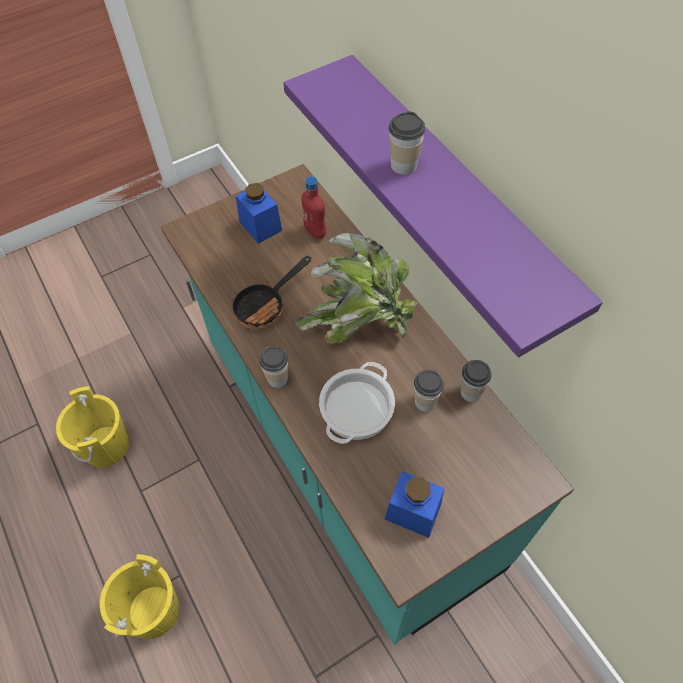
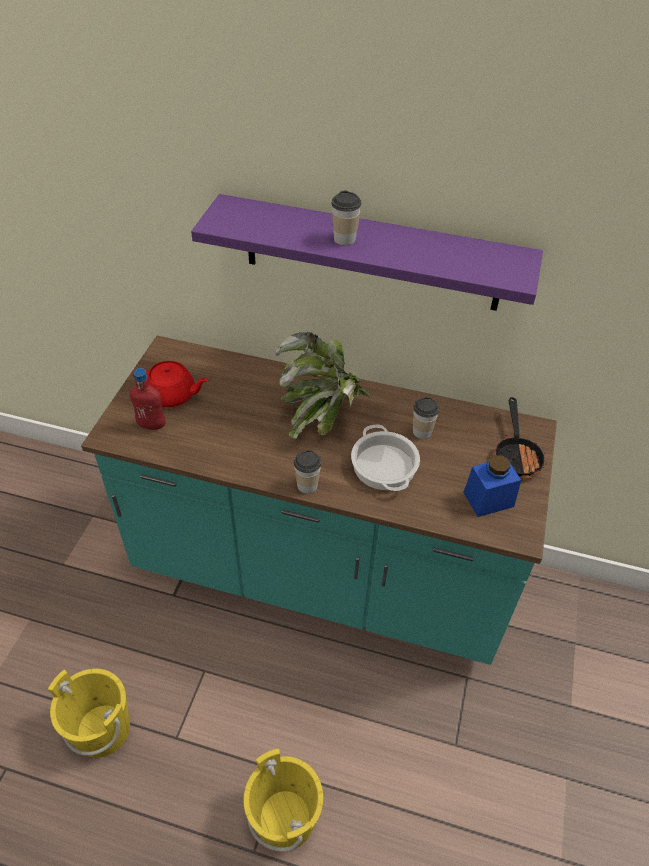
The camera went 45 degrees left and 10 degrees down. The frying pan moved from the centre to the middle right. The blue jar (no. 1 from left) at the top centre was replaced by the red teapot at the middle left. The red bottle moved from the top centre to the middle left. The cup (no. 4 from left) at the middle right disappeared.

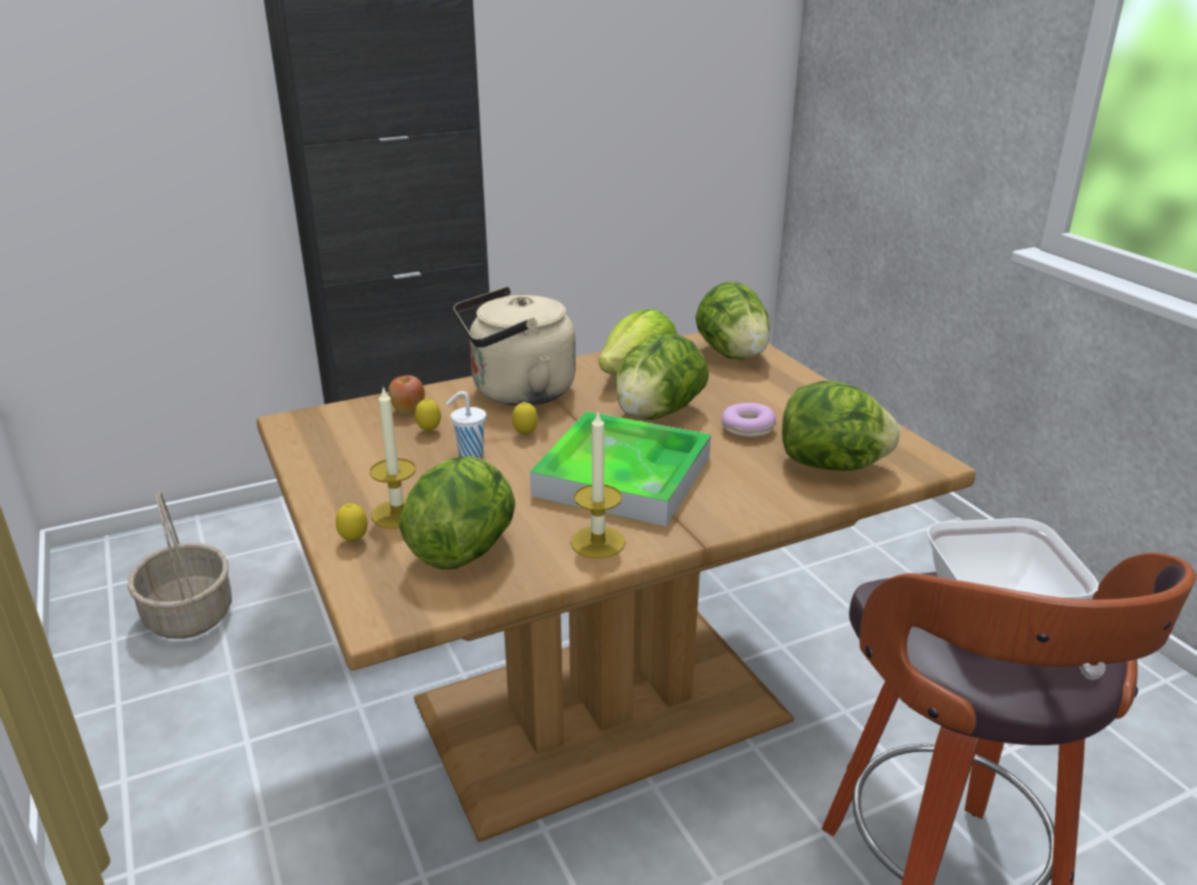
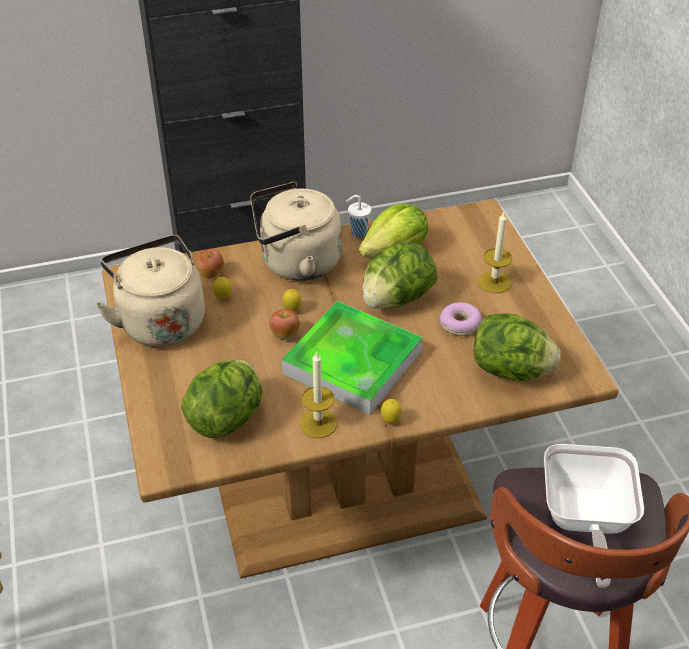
The camera went 10 degrees right and 15 degrees up. The basket at the middle left disappeared. The lemon (no. 1 from left in the first image) moved from the middle left to the centre. The candle (no. 1 from left in the first image) moved from the middle left to the middle right. The white cup moved from the centre to the top centre. The lettuce (no. 4 from left) at the centre disappeared. The beige kettle (no. 1 from left) at the middle left appeared. The apple (no. 2 from left) at the centre appeared.

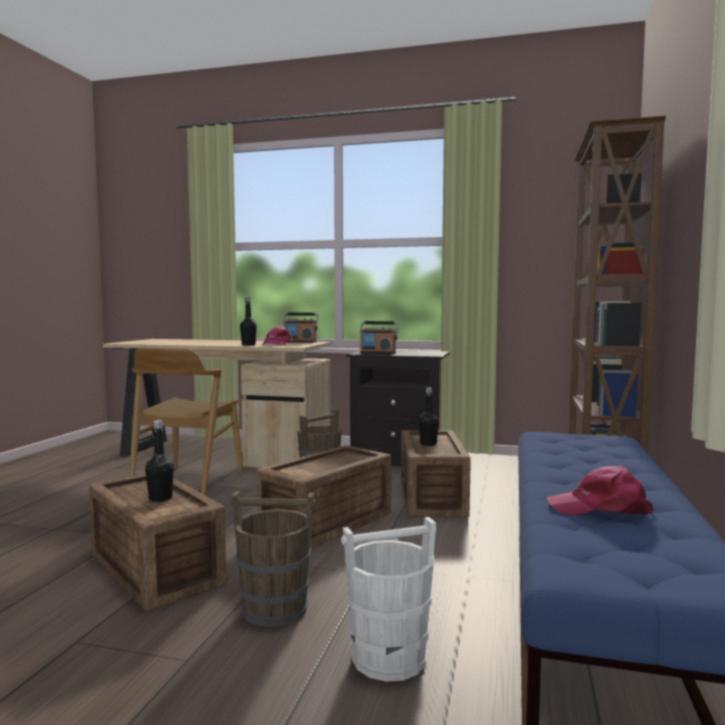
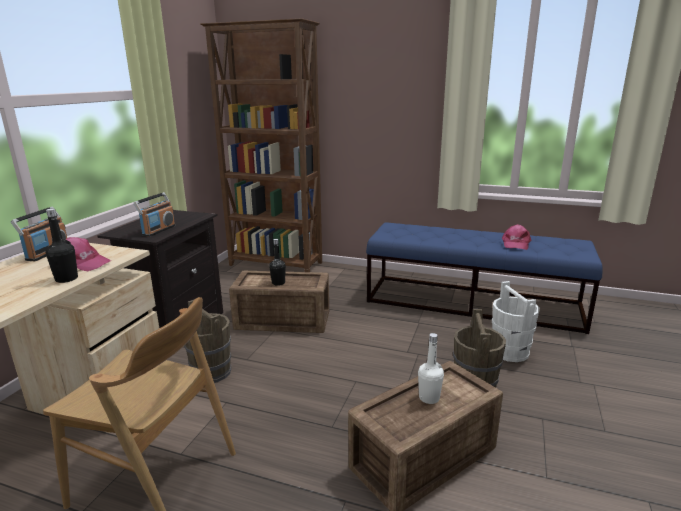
The camera went 85 degrees left and 15 degrees up. The black bottle (no. 1 from left) at the middle left became the white bottle at the bottom centre. The crate (no. 2 from left) at the bottom centre disappeared.

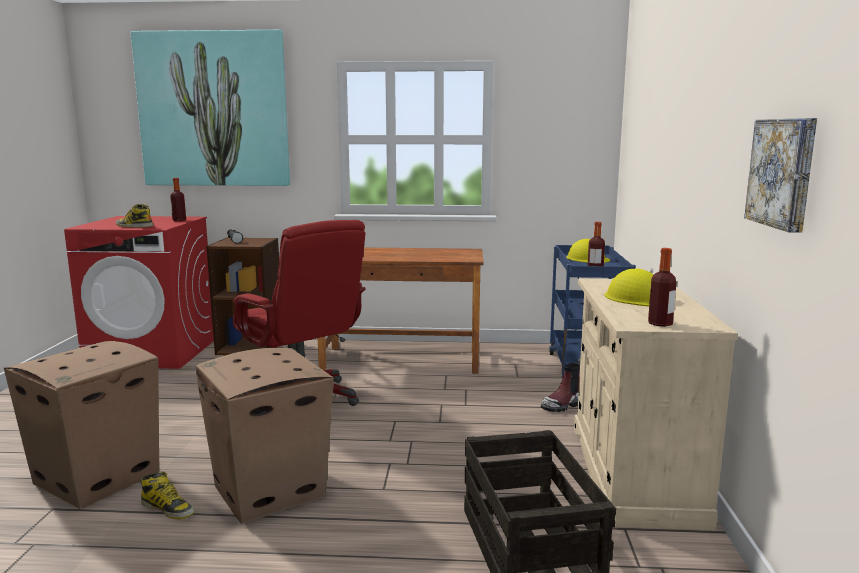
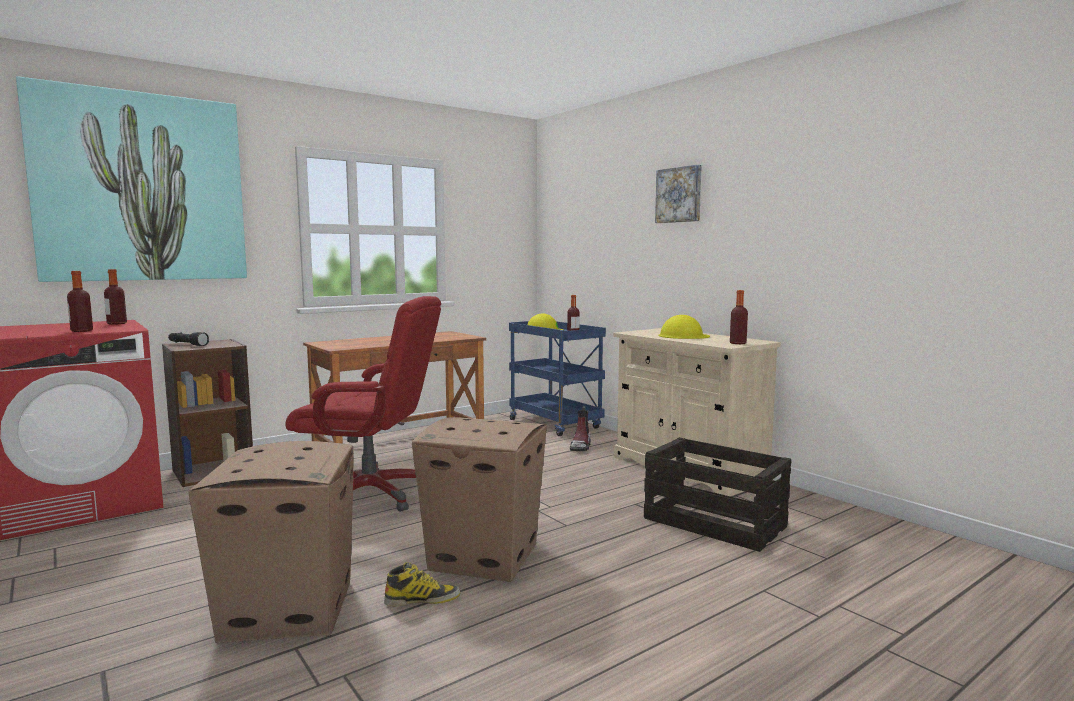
The camera went 40 degrees left and 5 degrees down. The boot (no. 1 from left) at the middle left was replaced by the bottle (no. 1 from left) at the middle left. The picture (no. 2 from left) moved from the top right to the top centre.

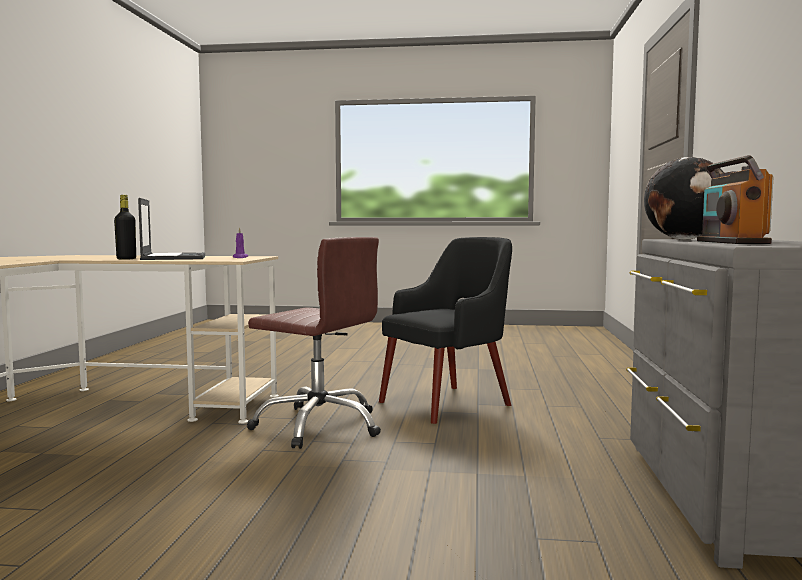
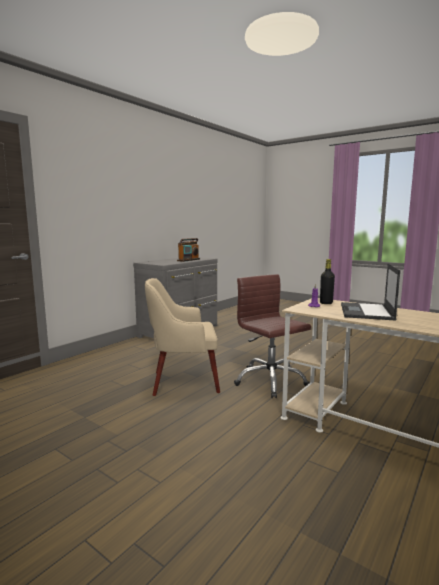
The camera went 150 degrees left and 5 degrees up. The black bottle moved from the middle left to the middle right. The black armchair at the centre became the beige armchair at the centre. The globe at the middle right disappeared.

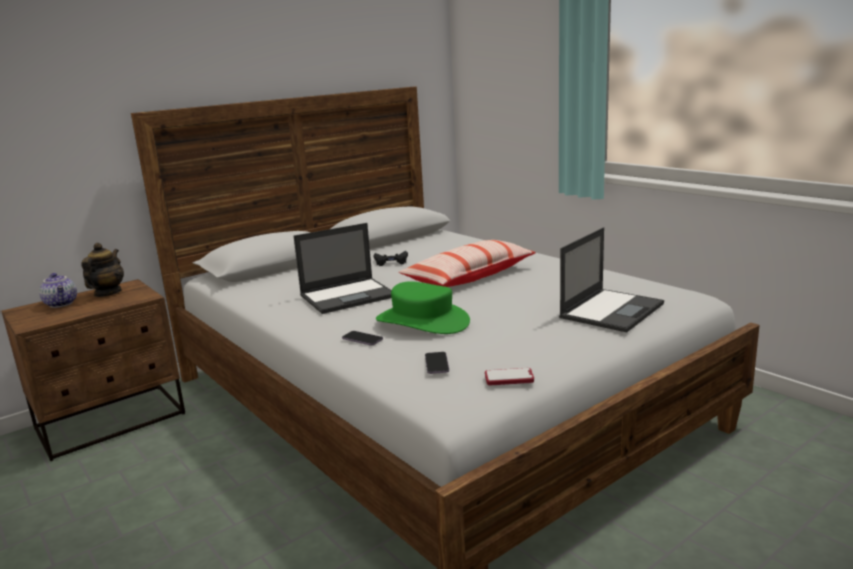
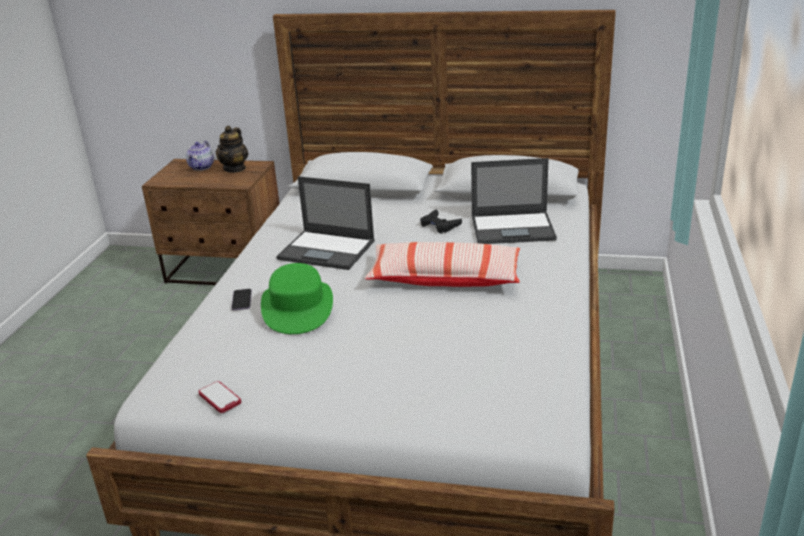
The camera went 50 degrees right and 10 degrees up. The teapot (no. 2 from left) at the middle left turned 135 degrees clockwise. The phone (no. 2 from left) at the centre disappeared. The laptop (no. 2 from left) moved from the middle right to the centre.

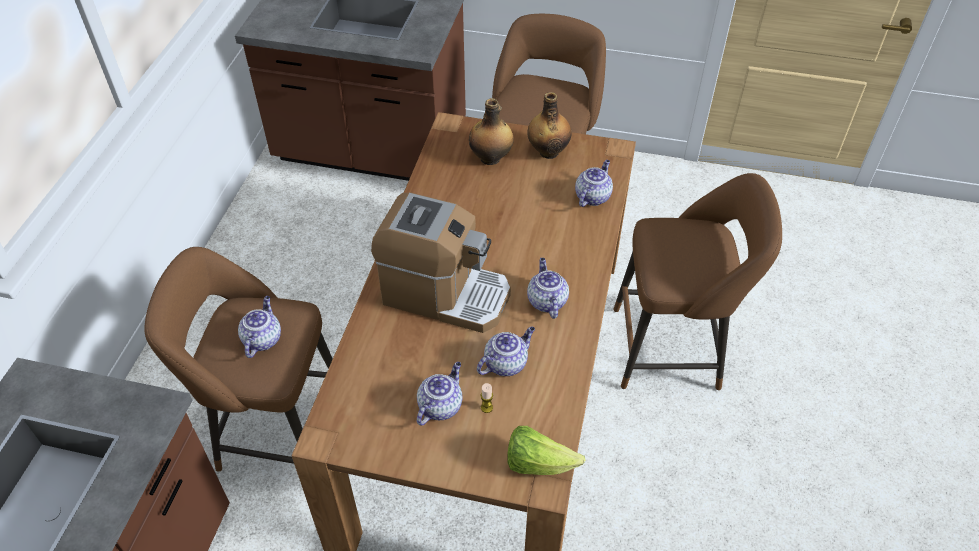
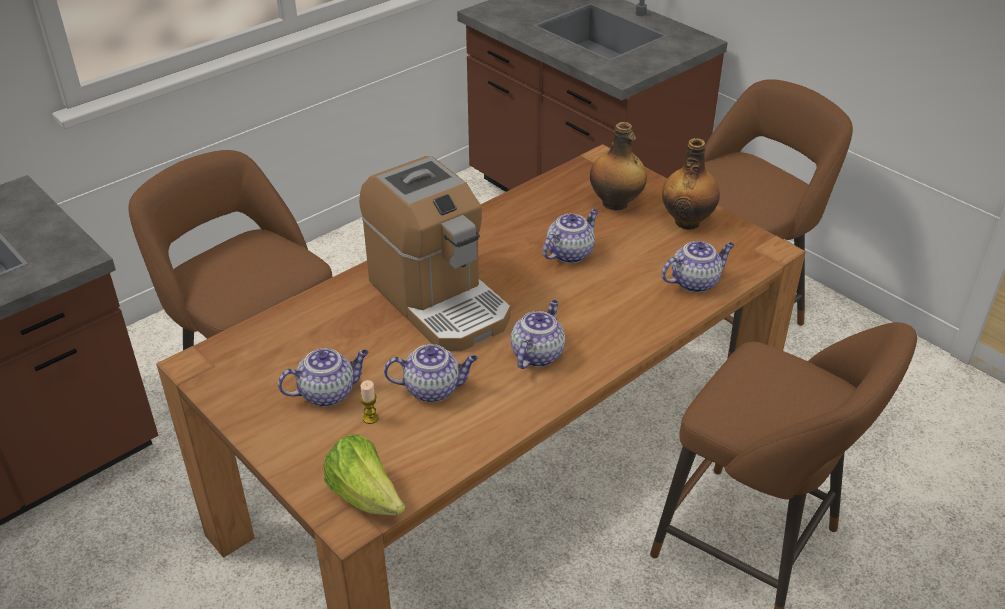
The camera went 35 degrees right and 10 degrees down. The teapot (no. 1 from left in the first image) moved from the middle left to the centre.

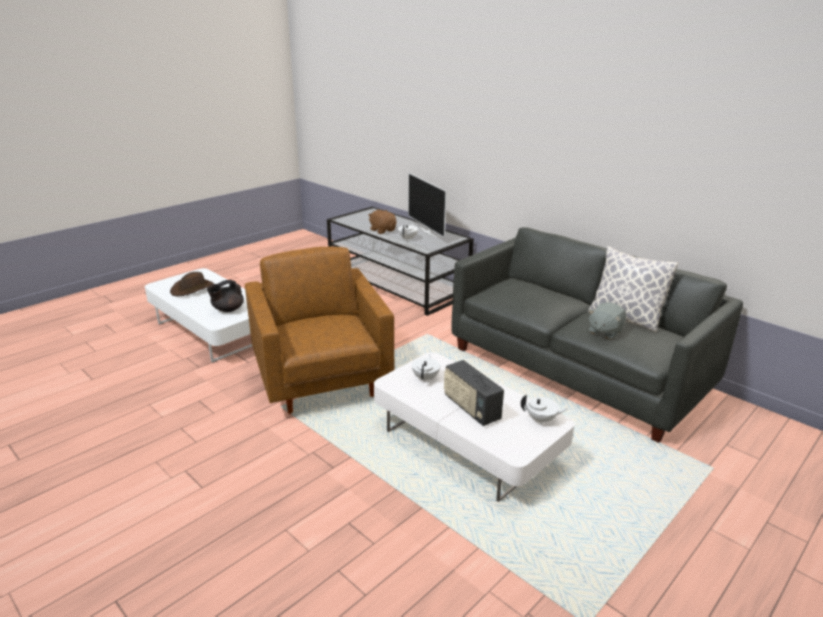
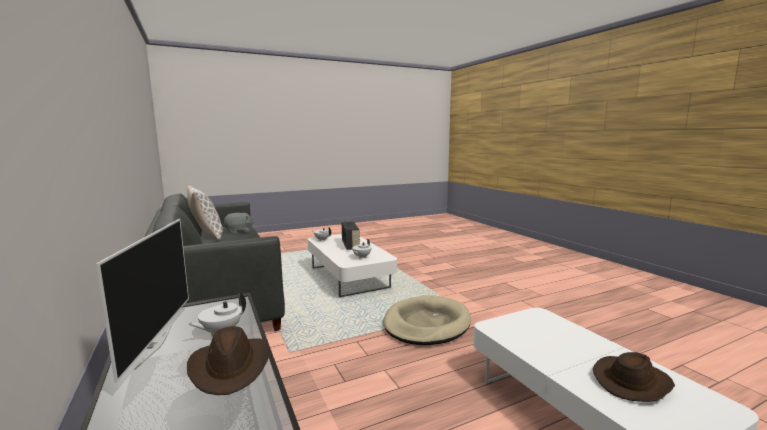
The camera went 160 degrees left and 15 degrees down. The black teapot at the middle left disappeared. The brown armchair at the centre was replaced by the beige dog bed at the bottom centre. The brown plush toy at the centre was replaced by the brown hat (no. 1 from left) at the bottom left.

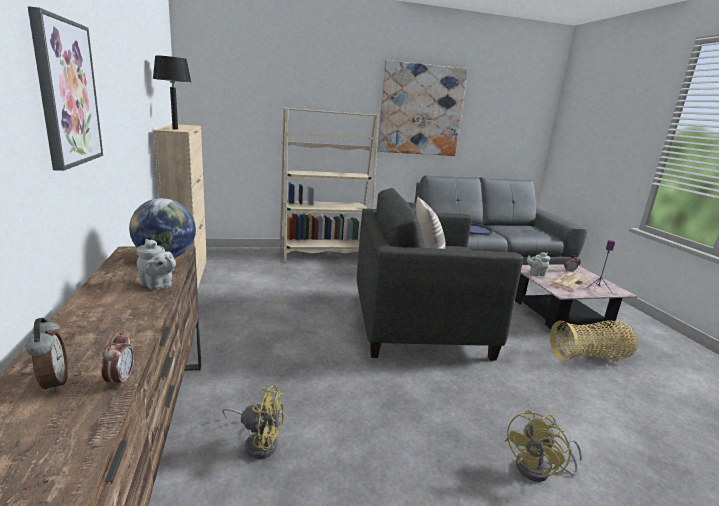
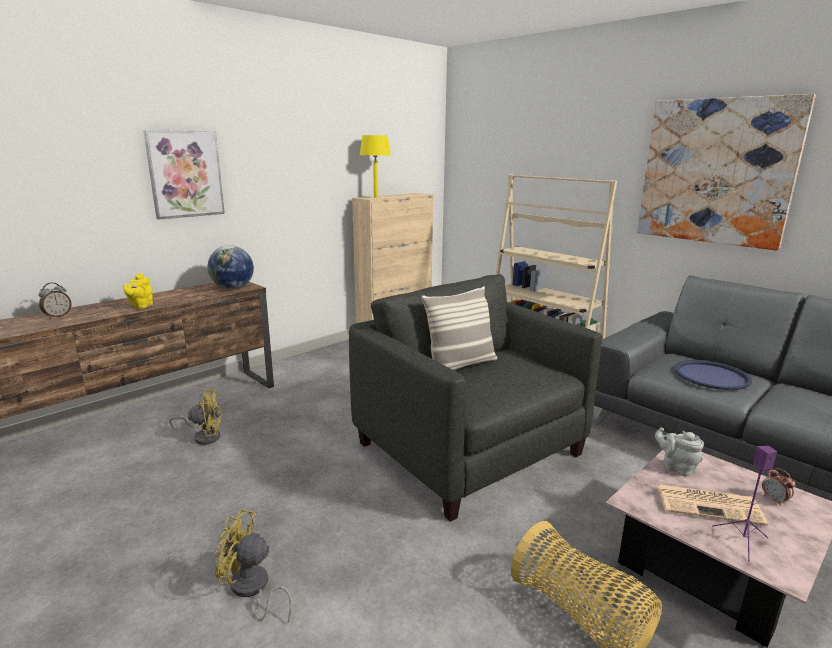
The camera went 60 degrees right and 0 degrees up. The alarm clock (no. 2 from left) at the bottom left disappeared. The grey teapot (no. 1 from left) at the middle left disappeared. The black table lamp at the top left became the yellow table lamp at the top centre. The yellow fan (no. 1 from left) at the bottom centre turned 75 degrees counterclockwise. The yellow teapot at the middle left appeared.

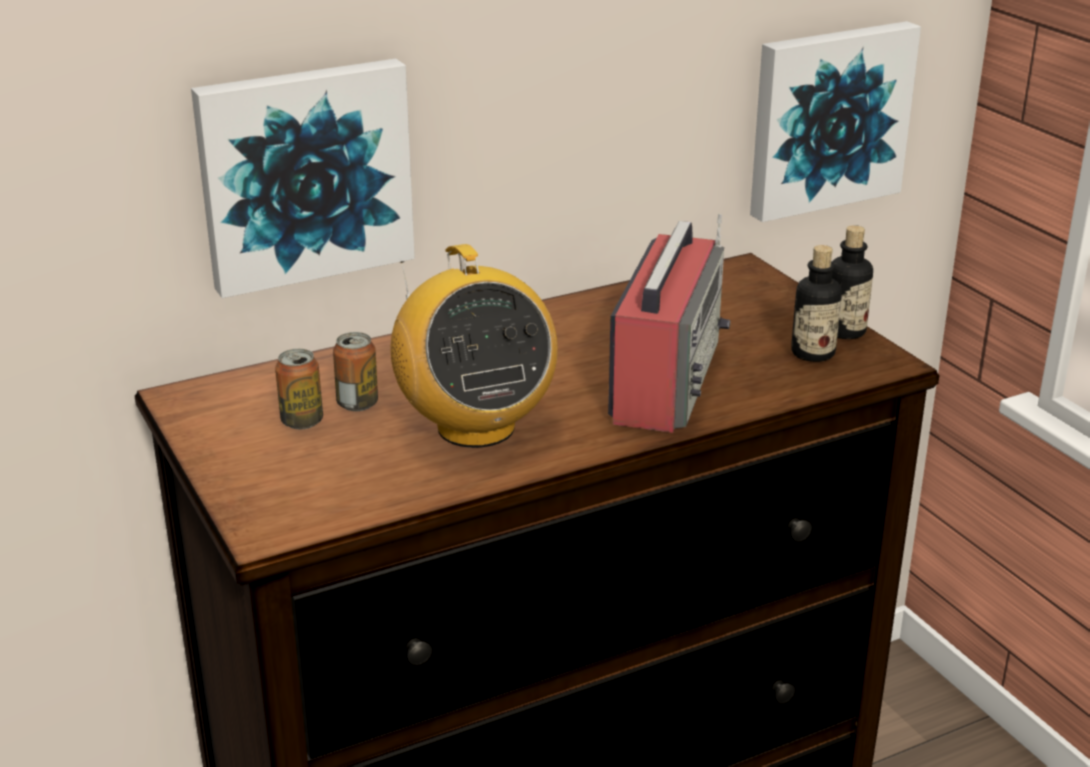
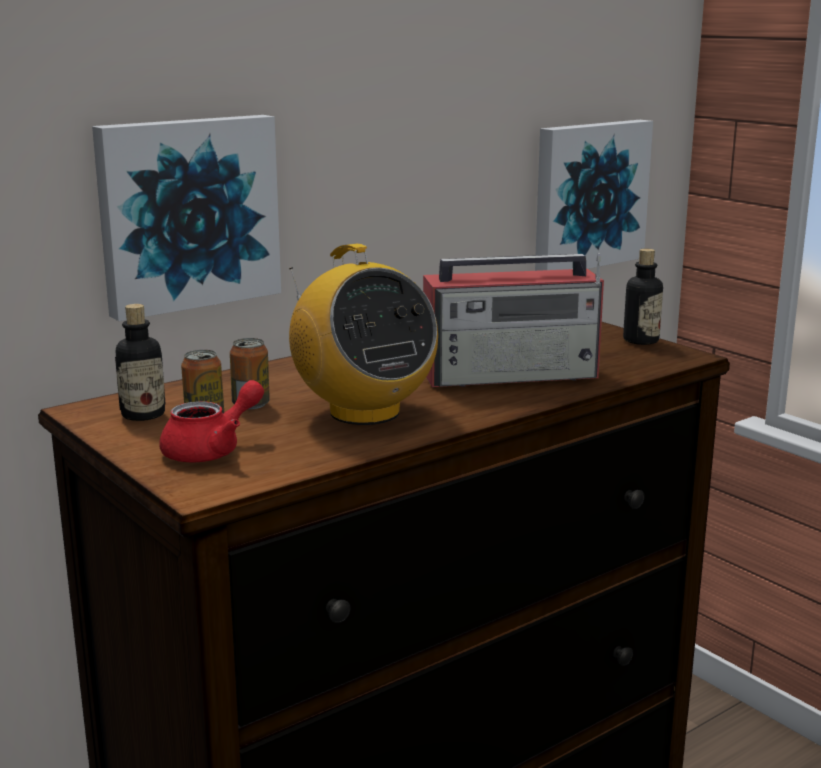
The camera went 10 degrees left and 10 degrees down. The radio (no. 2 from left) at the centre turned 75 degrees clockwise. The bottle (no. 1 from left) moved from the middle right to the middle left. The red teapot at the middle left appeared.

